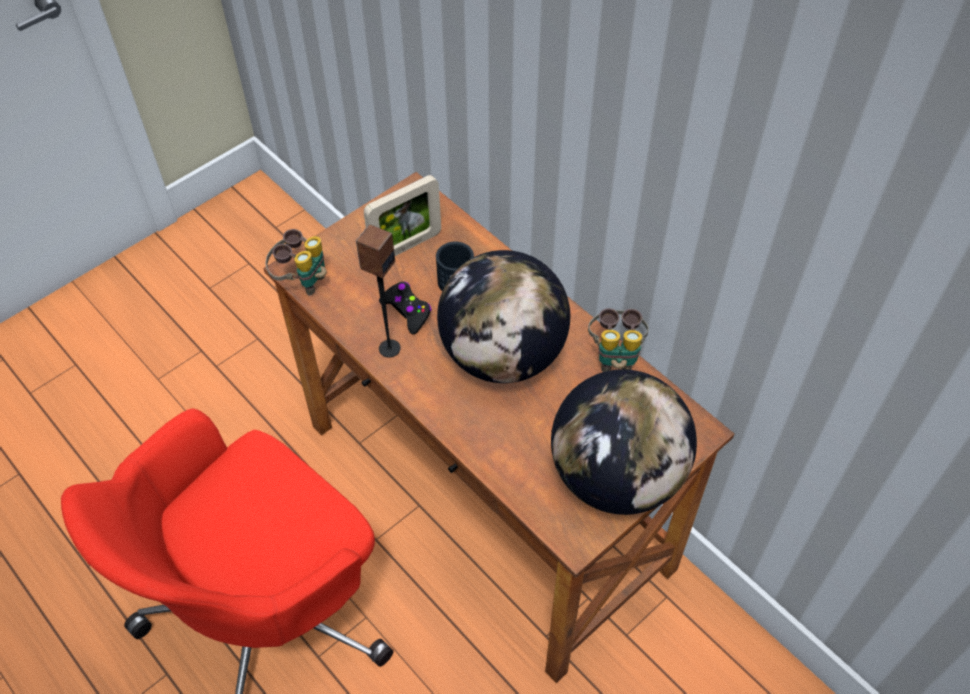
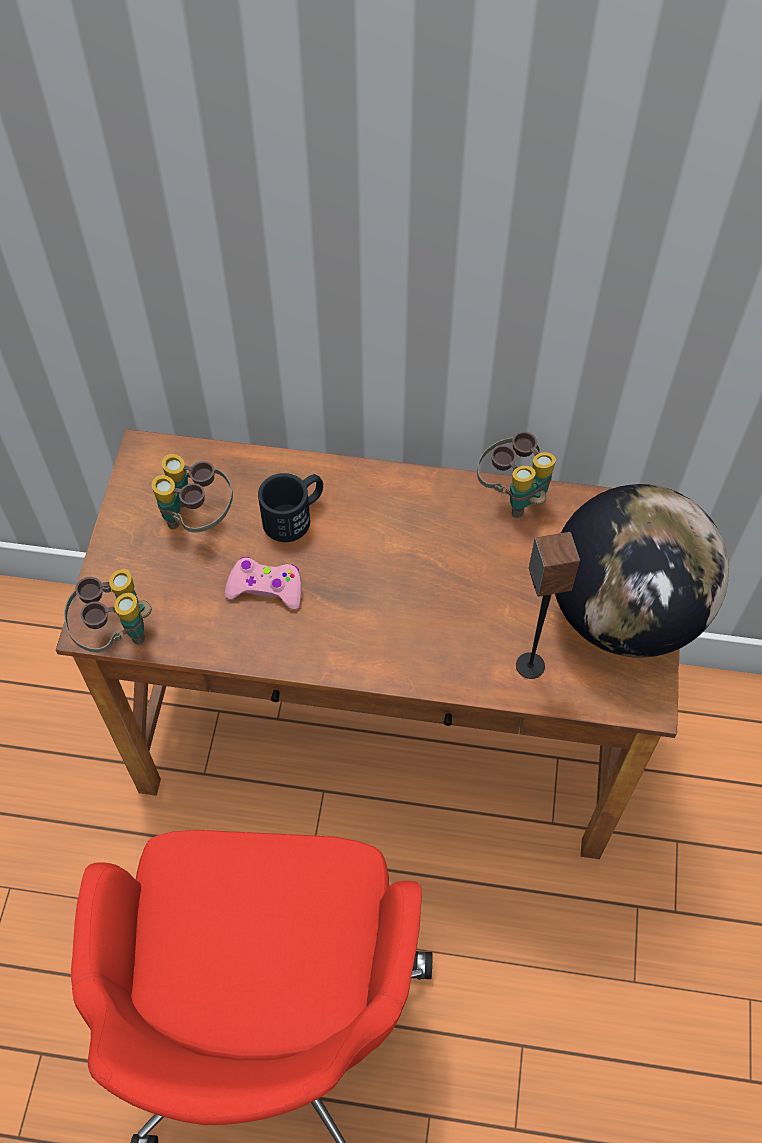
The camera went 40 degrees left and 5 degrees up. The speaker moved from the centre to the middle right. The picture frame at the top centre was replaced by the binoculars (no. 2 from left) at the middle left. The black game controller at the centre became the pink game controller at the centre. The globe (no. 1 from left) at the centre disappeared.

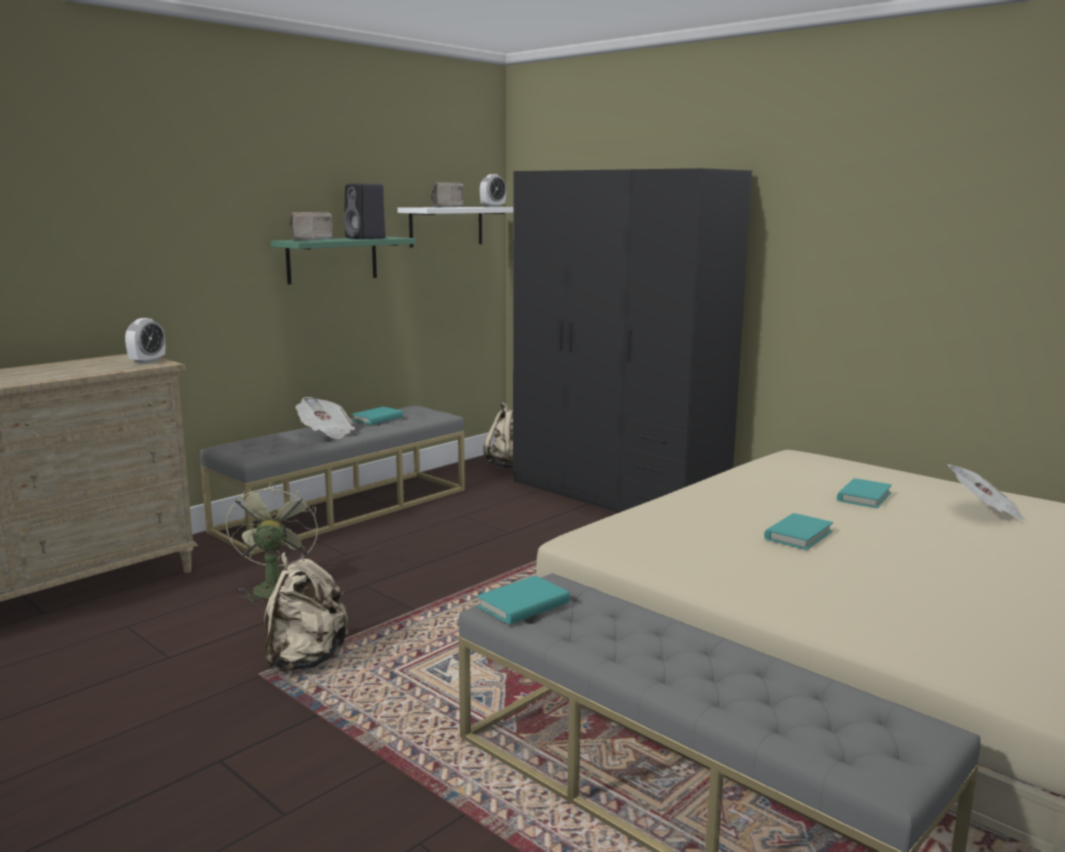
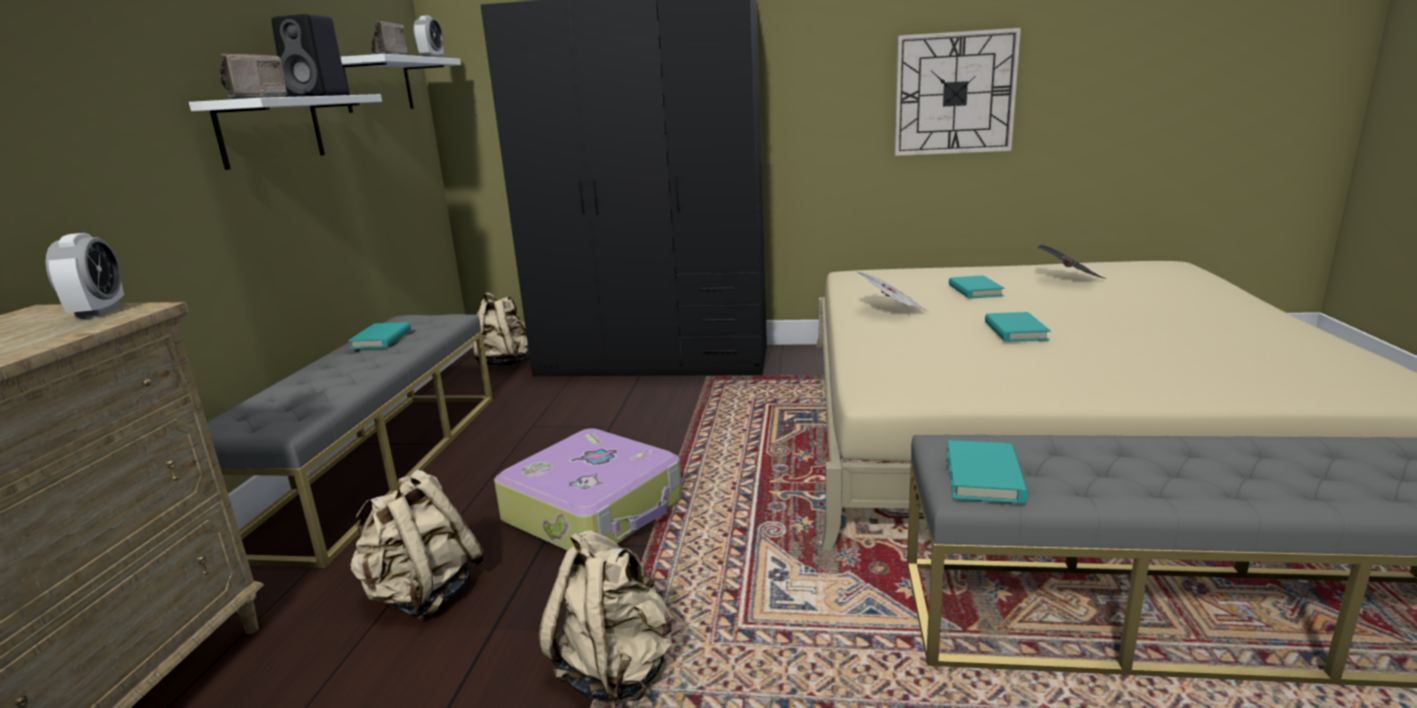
The camera went 35 degrees left and 5 degrees up. The green fan at the middle left was replaced by the beige backpack (no. 1 from left) at the bottom left. The green shelf at the top left became the white shelf (no. 1 from left) at the top left. The newspaper (no. 1 from left) moved from the middle left to the centre. The suitcase at the bottom centre appeared. The wall clock at the top right appeared.

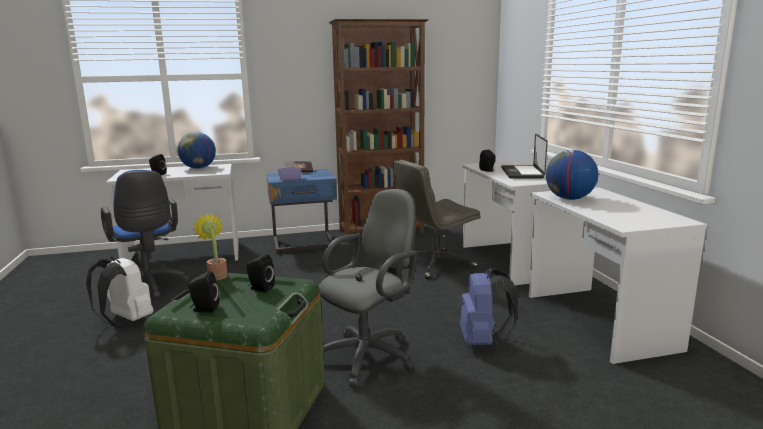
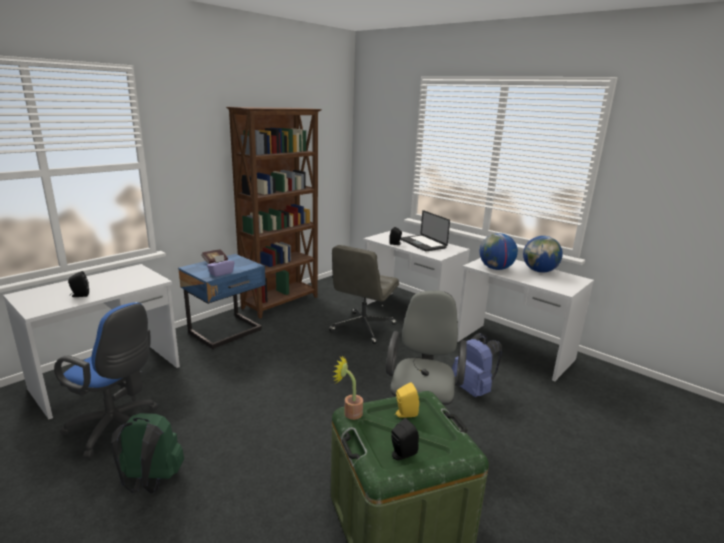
The camera went 35 degrees left and 5 degrees up. The white backpack at the bottom left became the green backpack at the bottom left. The globe (no. 1 from left in the first image) moved from the middle left to the middle right. The black speaker (no. 3 from left) at the centre became the yellow speaker at the bottom centre.

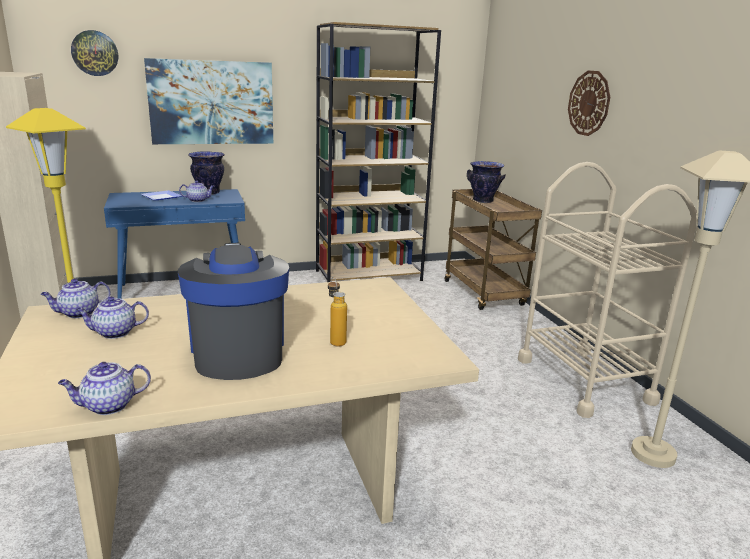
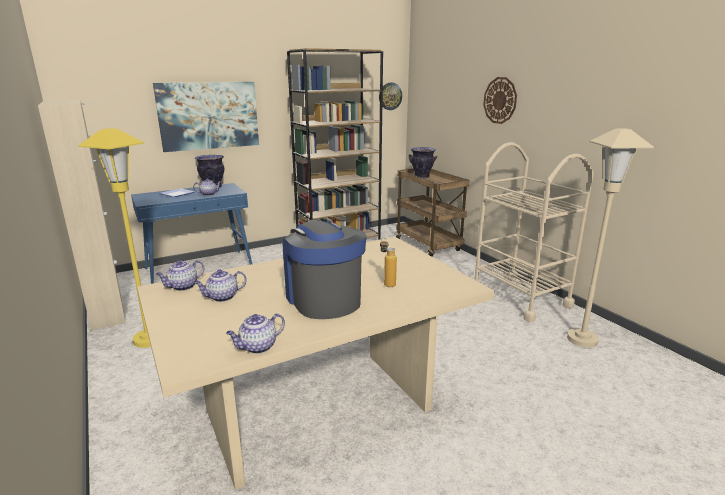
The camera went 10 degrees left and 0 degrees up. The wall clock (no. 1 from left) moved from the top left to the top centre.

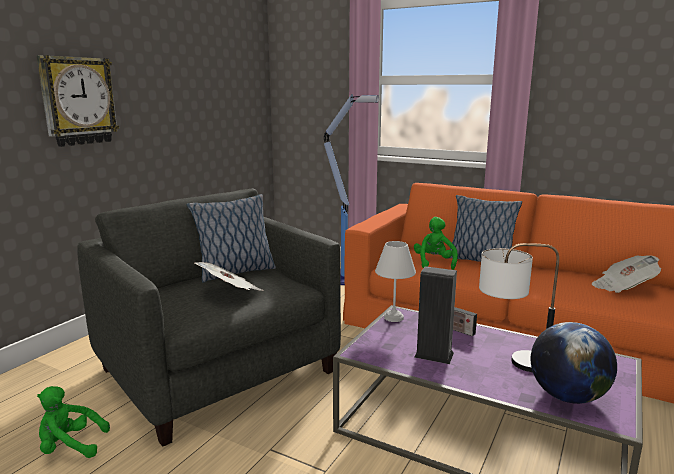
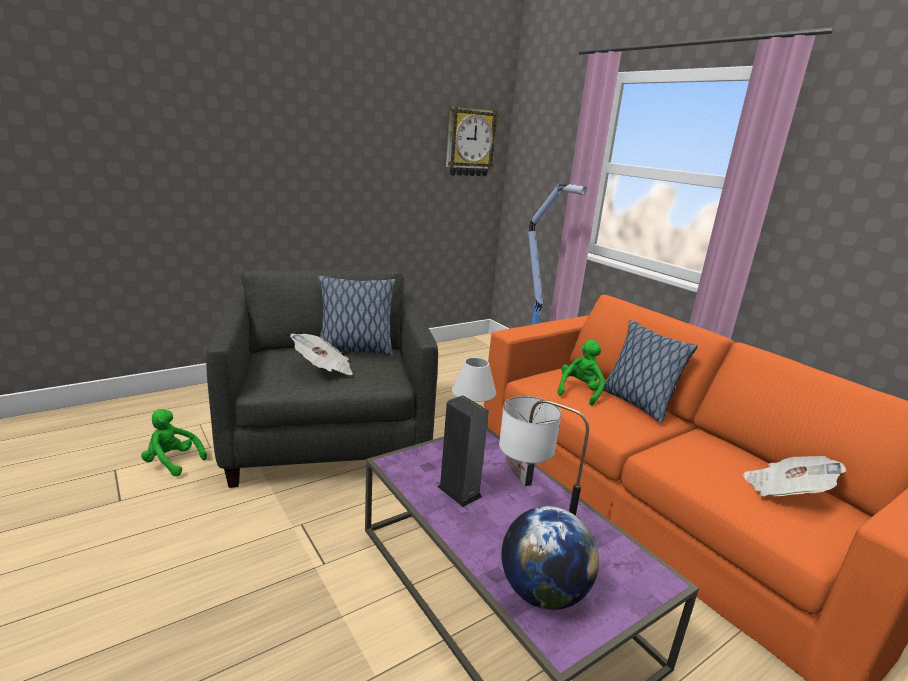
The camera went 25 degrees right and 5 degrees up. The wall clock moved from the top left to the top centre.

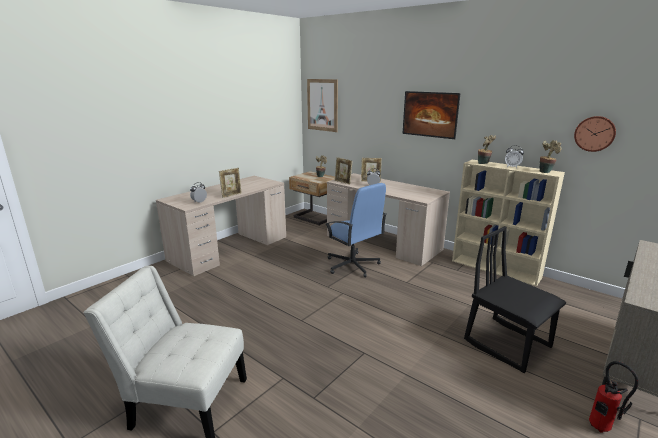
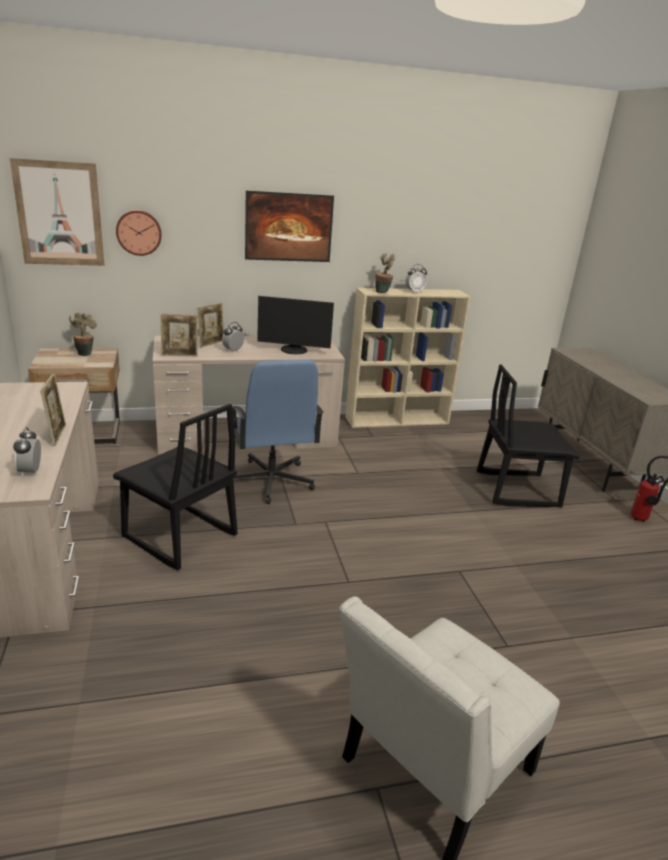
The camera went 55 degrees left and 5 degrees up. The blue office chair at the centre turned 75 degrees clockwise. The potted plant (no. 3 from left) at the middle right disappeared. The wall clock moved from the top right to the top left. The black chair (no. 1 from left) at the middle left appeared. The monitor at the centre appeared.

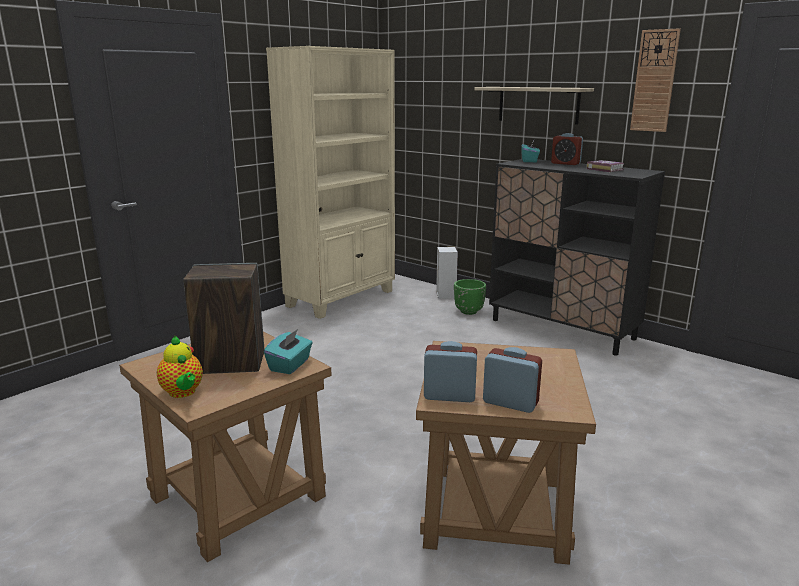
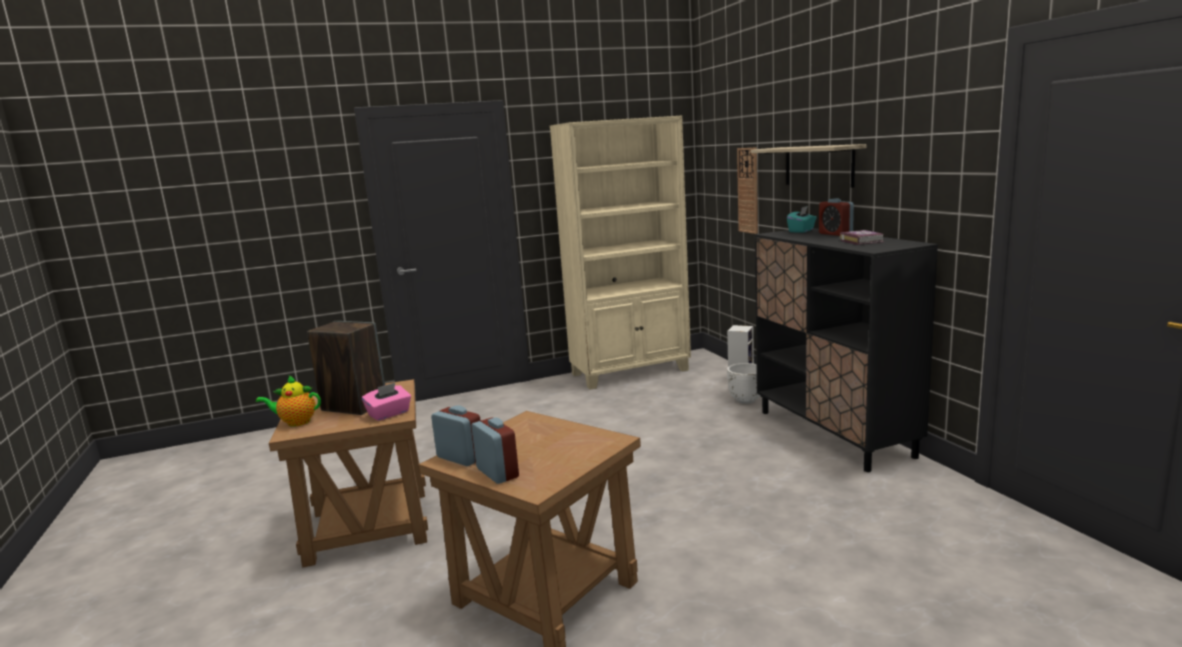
The camera went 30 degrees right and 5 degrees down. The teapot at the middle left turned 90 degrees clockwise. The turquoise tissue box (no. 1 from left) at the centre became the pink tissue box at the middle left. The green planter at the centre became the white planter at the centre. The wall clock moved from the top right to the top centre.

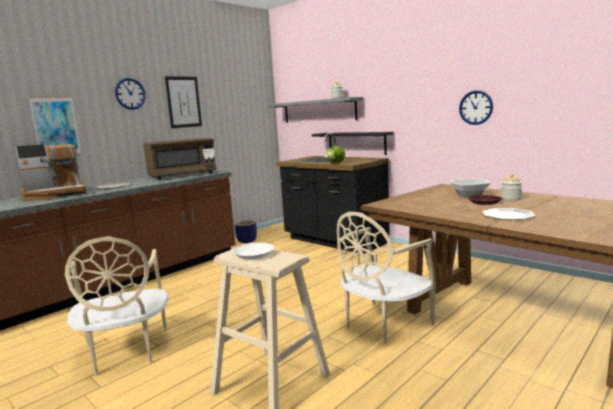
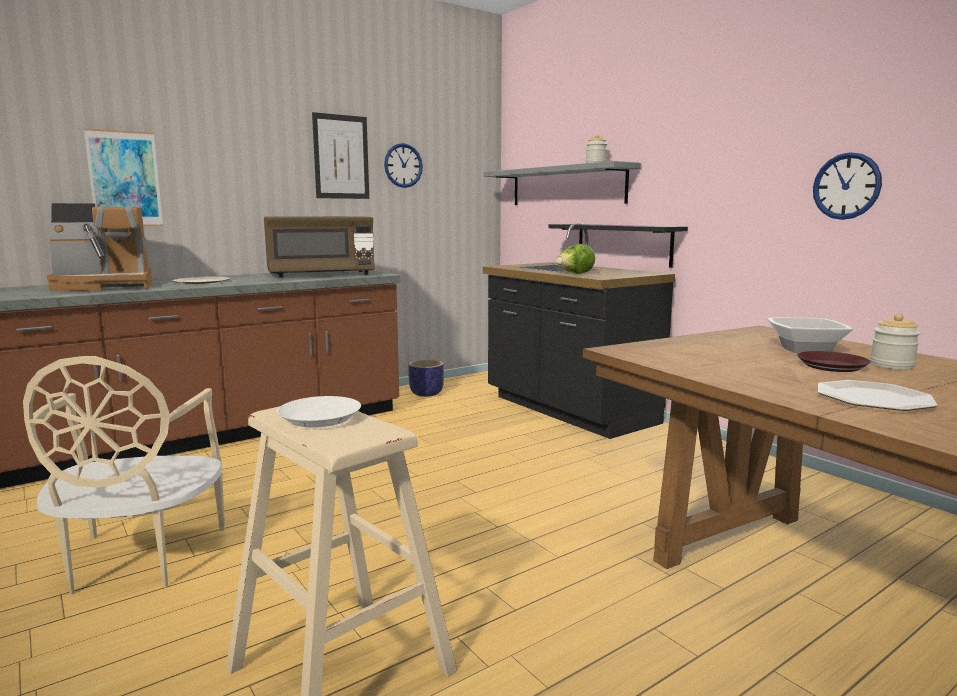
The camera went 10 degrees right and 0 degrees up. The wall clock (no. 1 from left) moved from the top left to the top centre. The beige chair (no. 2 from left) at the bottom centre disappeared.

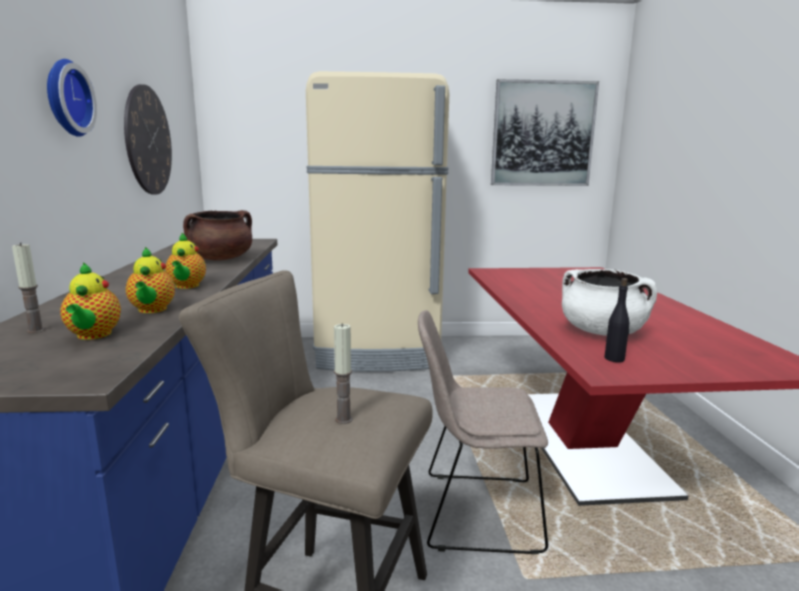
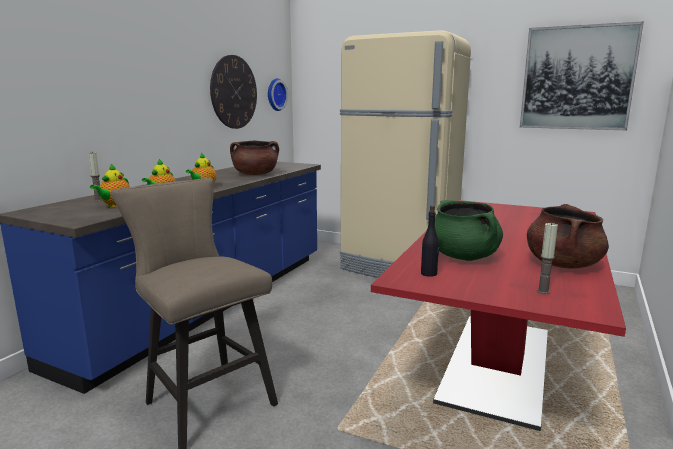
The camera went 30 degrees right and 0 degrees up. The wall clock (no. 1 from left in the first image) moved from the top left to the top centre. The candle (no. 2 from left) moved from the centre to the middle right. The beige chair at the bottom centre disappeared. The white cooking pot at the middle right became the green cooking pot at the middle right. The brown cooking pot (no. 2 from left) at the middle right appeared.

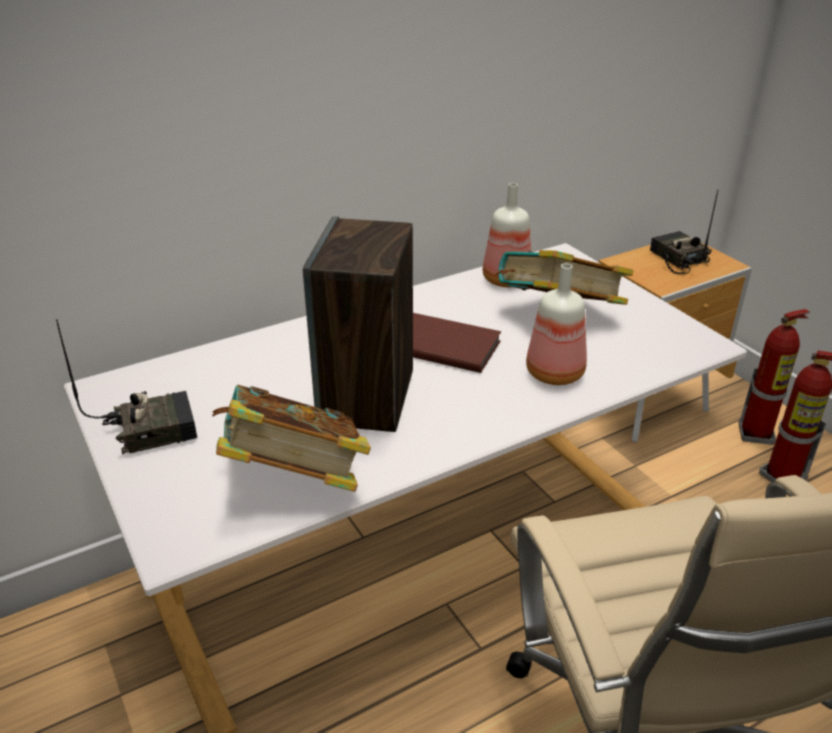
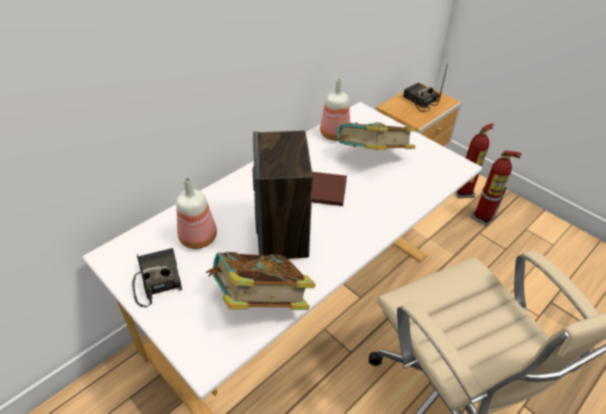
The camera went 15 degrees left and 10 degrees up. The radio (no. 1 from left) at the middle left turned 75 degrees counterclockwise. The bottle (no. 2 from left in the first image) moved from the middle right to the middle left.

